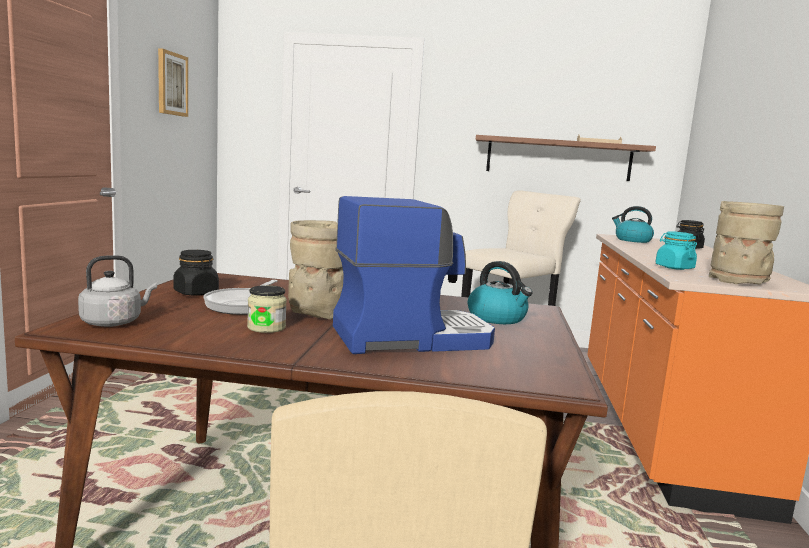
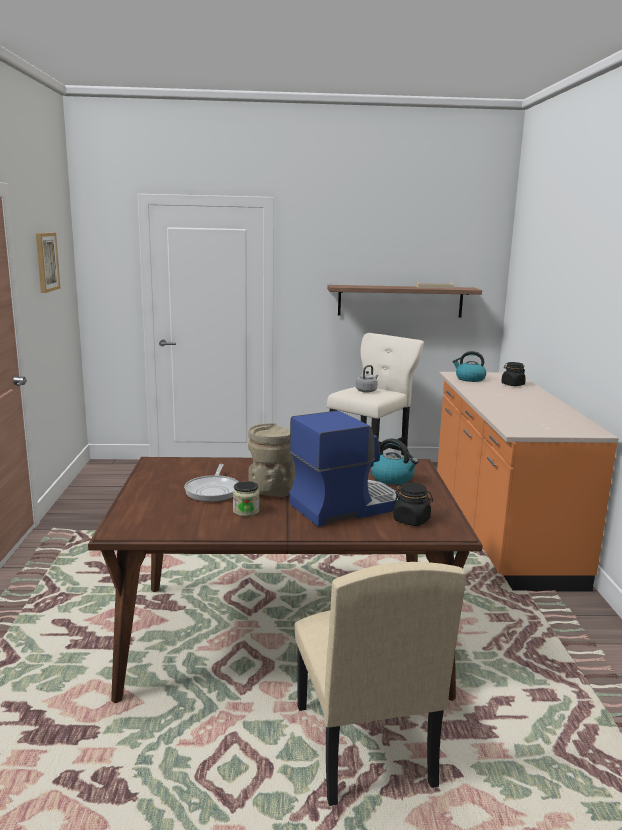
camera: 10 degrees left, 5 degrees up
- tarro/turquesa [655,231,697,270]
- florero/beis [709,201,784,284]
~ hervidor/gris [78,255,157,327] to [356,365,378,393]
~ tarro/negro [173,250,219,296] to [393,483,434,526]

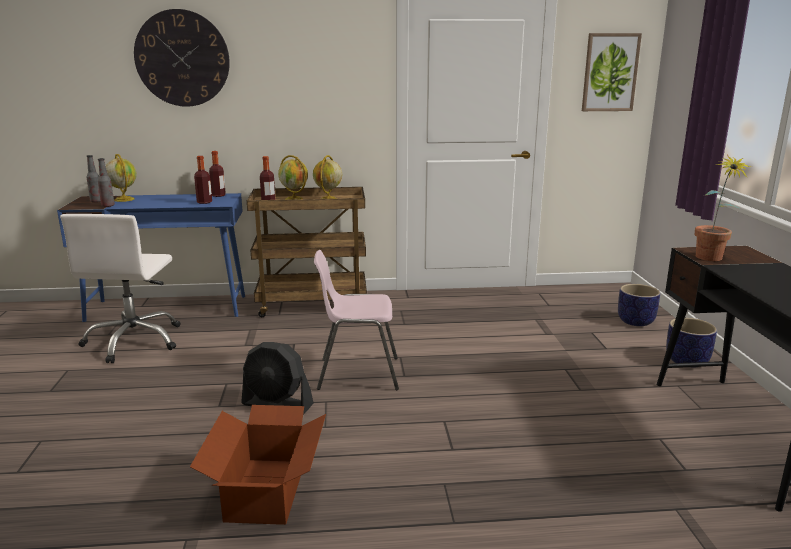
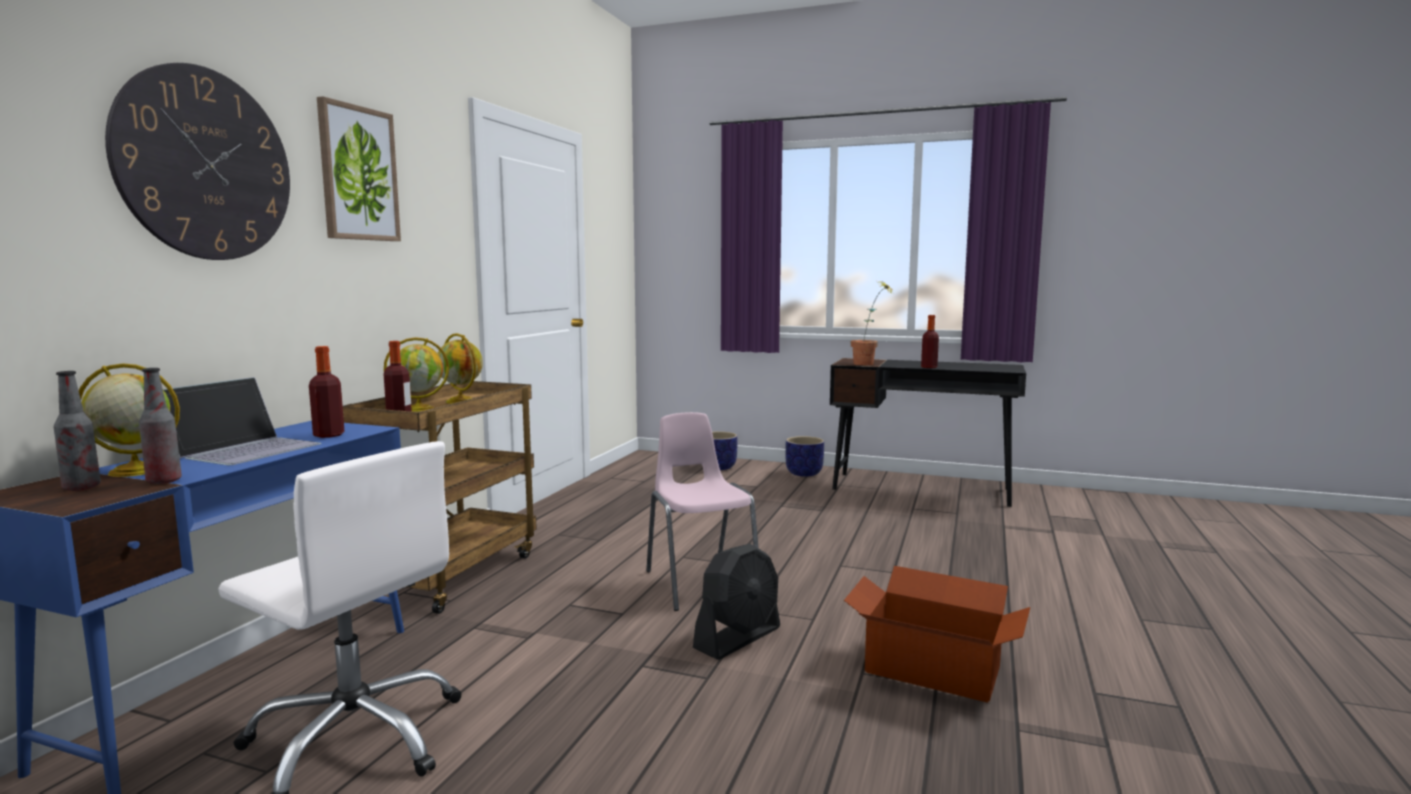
camera: 65 degrees left, 10 degrees down
+ portátil [163,377,322,465]
~ botella [209,151,226,197] to [921,315,939,368]
~ cuadro [582,33,642,111] to [317,96,401,241]
~ silla/rosa [314,250,399,390] = [646,412,759,611] 135 degrees clockwise

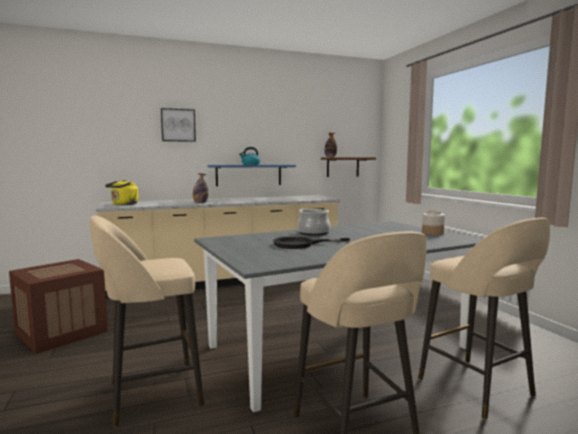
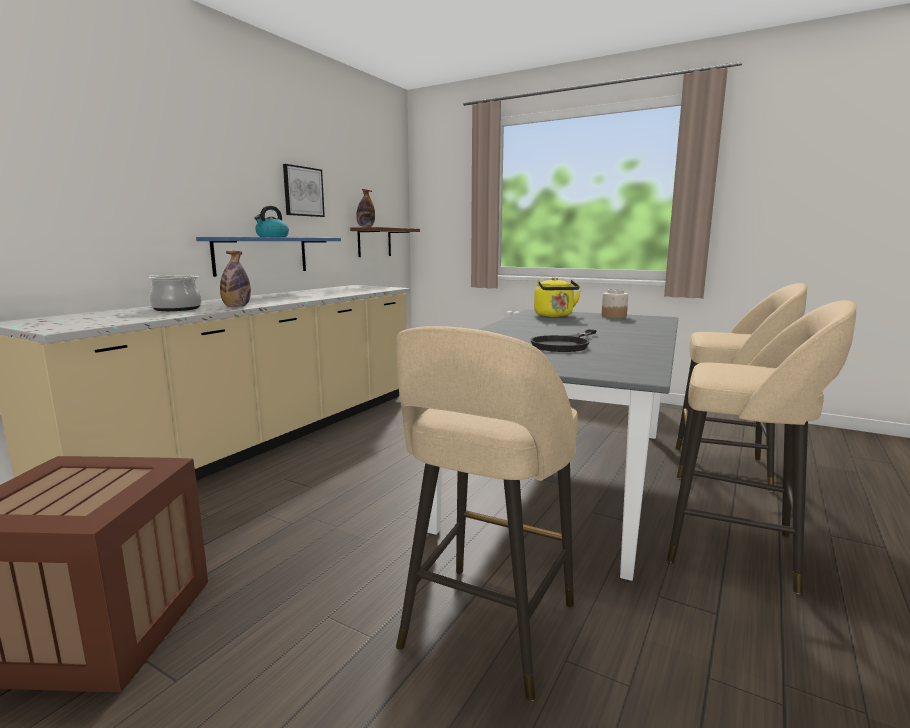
camera: 40 degrees left, 5 degrees up
~ hervidor/amarillo [105,180,139,205] to [534,277,581,317]
~ cuadro [161,108,196,142] to [283,164,325,217]
~ olla [297,208,330,236] to [147,275,202,311]

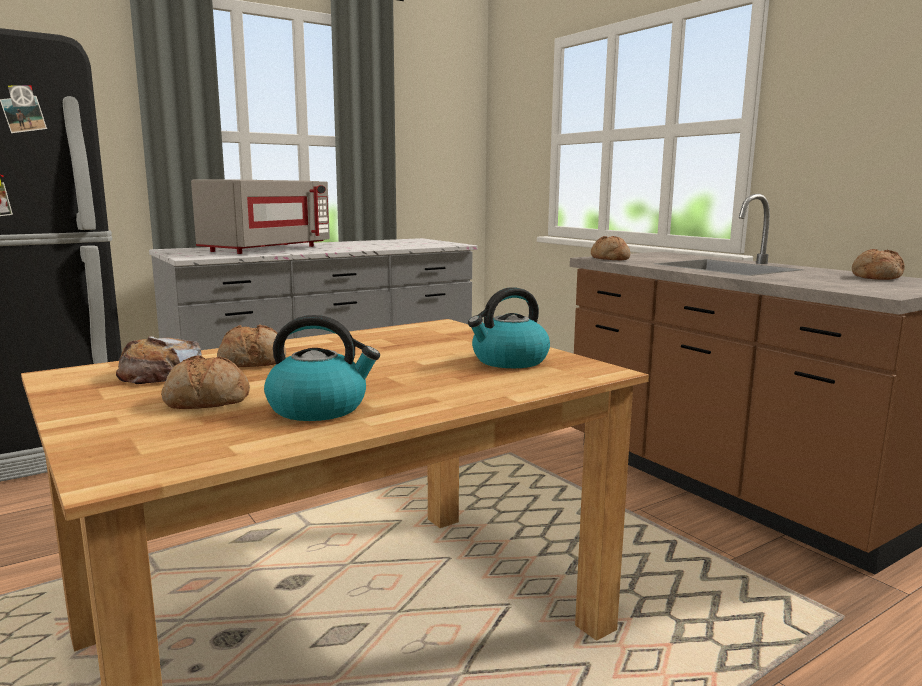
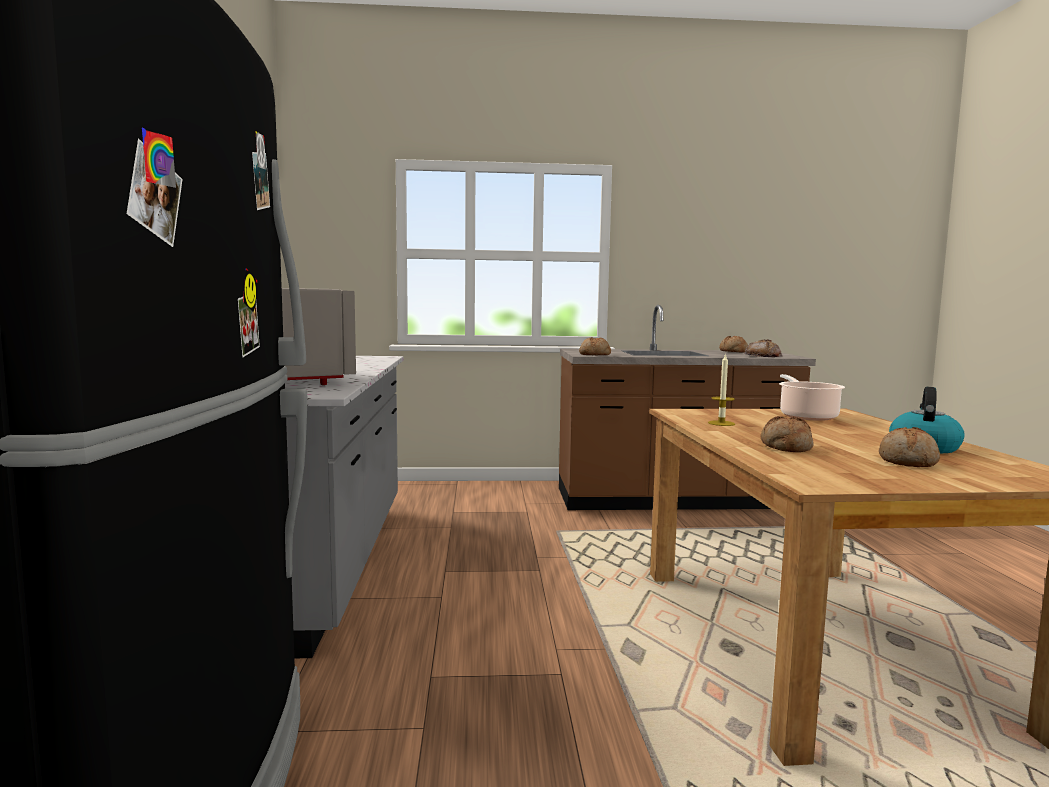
camera: 60 degrees left, 5 degrees down
+ vela [708,353,735,426]
~ pan [116,336,202,384] to [744,339,783,357]
~ hervidor [468,287,550,368] to olla [779,374,845,421]

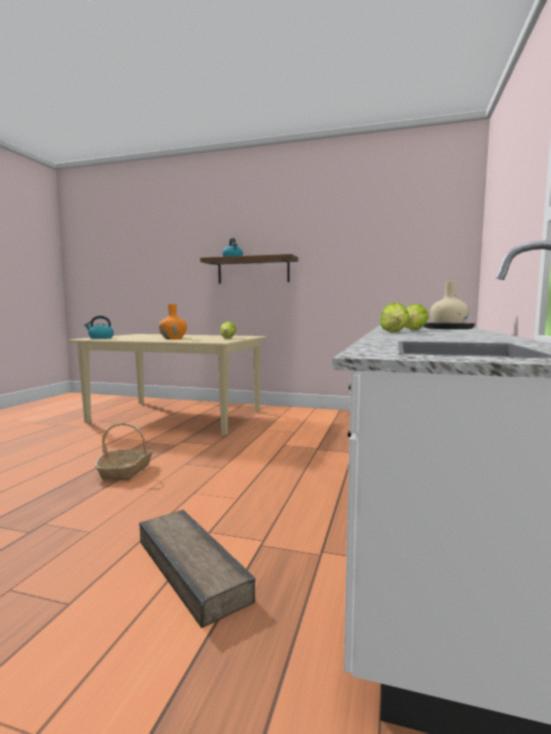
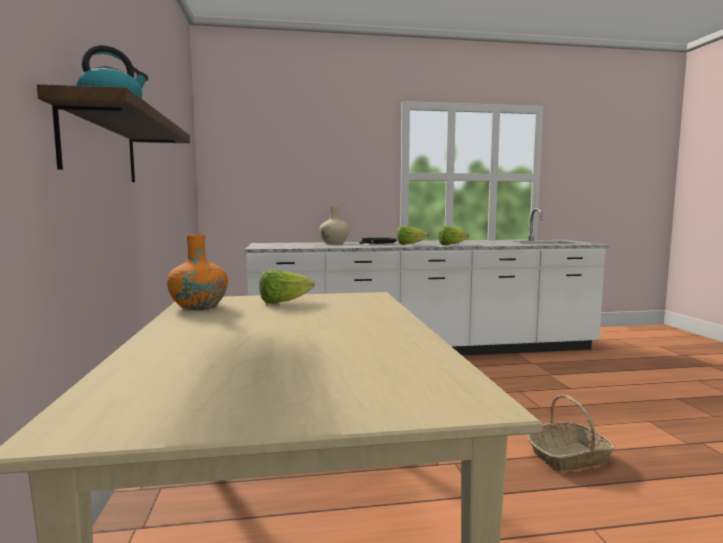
camera: 115 degrees left, 0 degrees up
- hervidor [84,316,114,339]
- caja de embalaje [139,510,255,628]
~ florero/naranja [159,304,187,339] to [167,234,228,310]

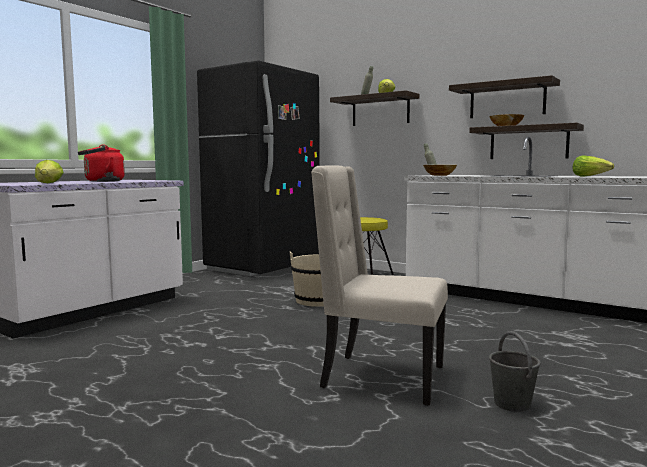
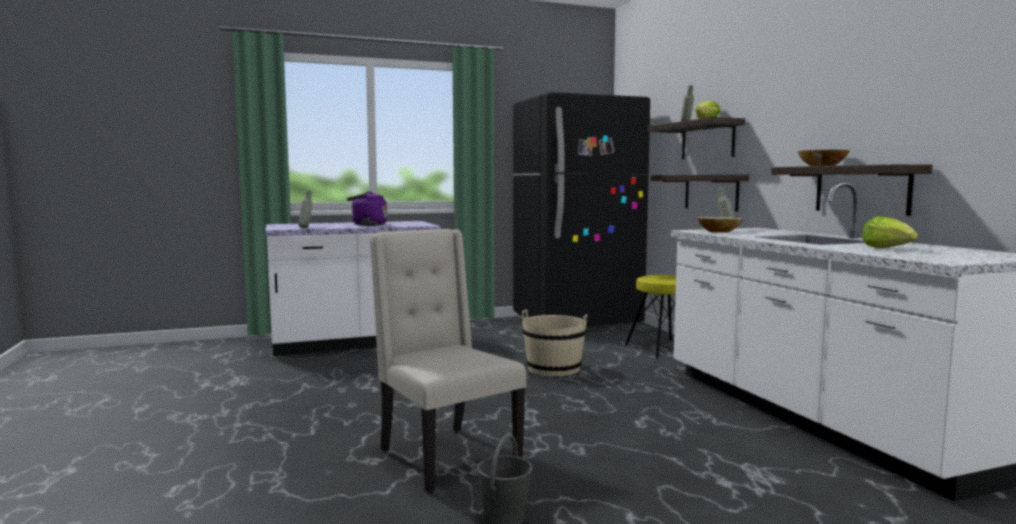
camera: 35 degrees right, 0 degrees up
~ estante [449,75,560,118] to [651,174,749,212]
~ lechuga [35,160,64,183] to botella/gris [298,190,312,228]
~ hervidor/rojo [78,144,125,182] to hervidor/morado [347,191,387,226]

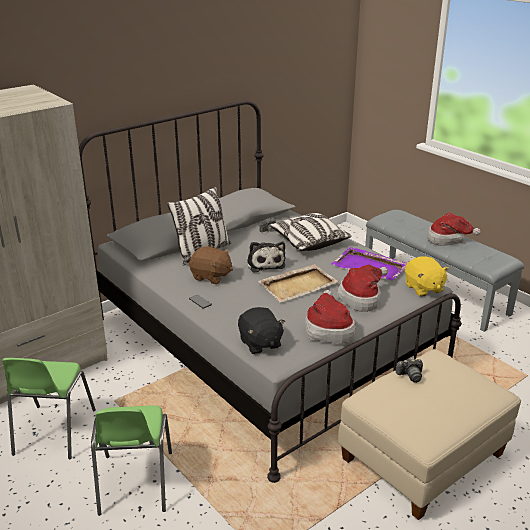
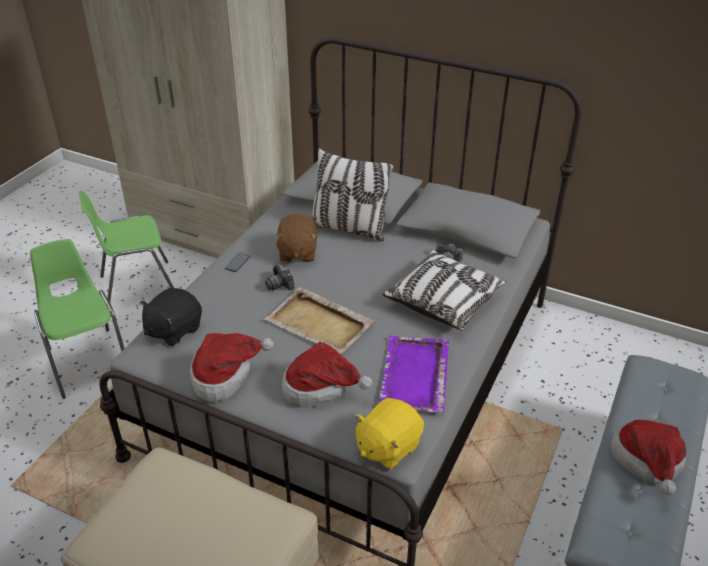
camera: 65 degrees right, 10 degrees up
- peluche [247,241,285,272]
~ cámara [396,357,423,383] to [265,263,294,290]
~ silla/verde [91,405,172,516] = [30,239,125,398] 90 degrees clockwise

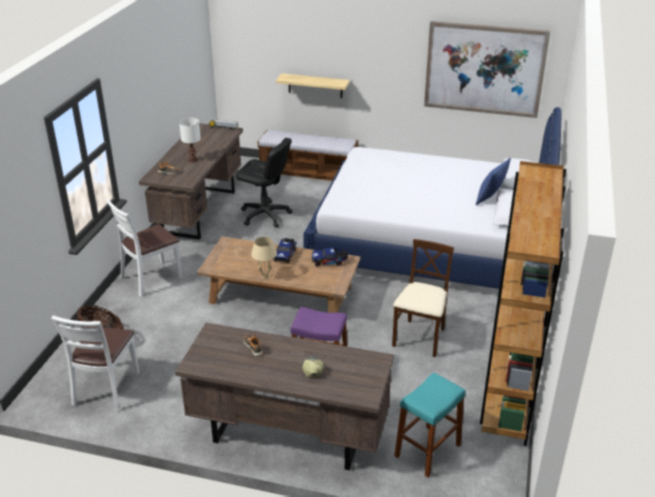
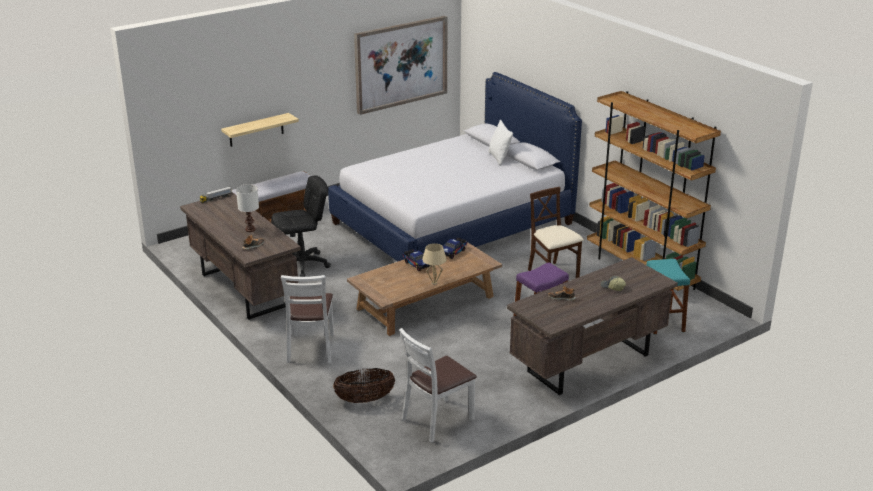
camera: 50 degrees left, 5 degrees down
~ cojín/azul [476,158,511,205] to cojín/blanco [488,120,513,166]
~ silla/blanco [51,315,139,412] = [399,328,477,443] 90 degrees clockwise

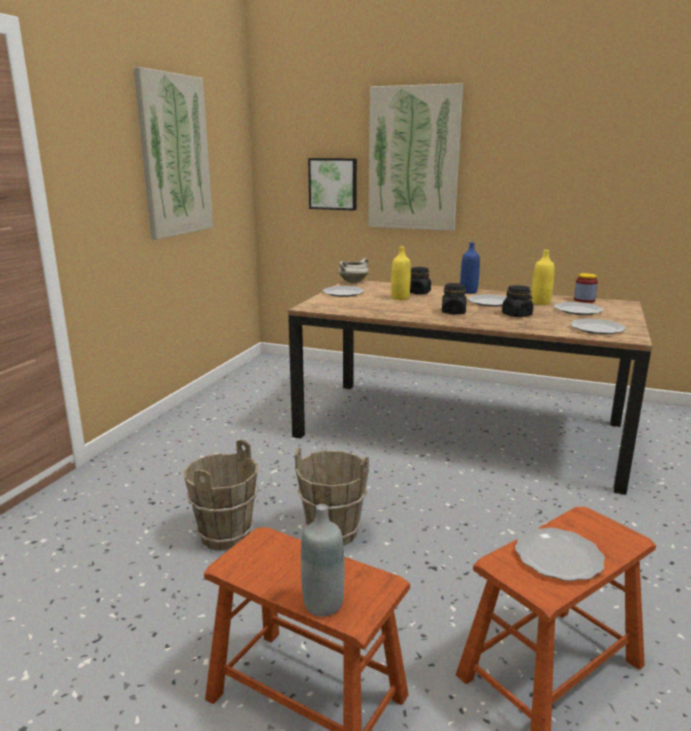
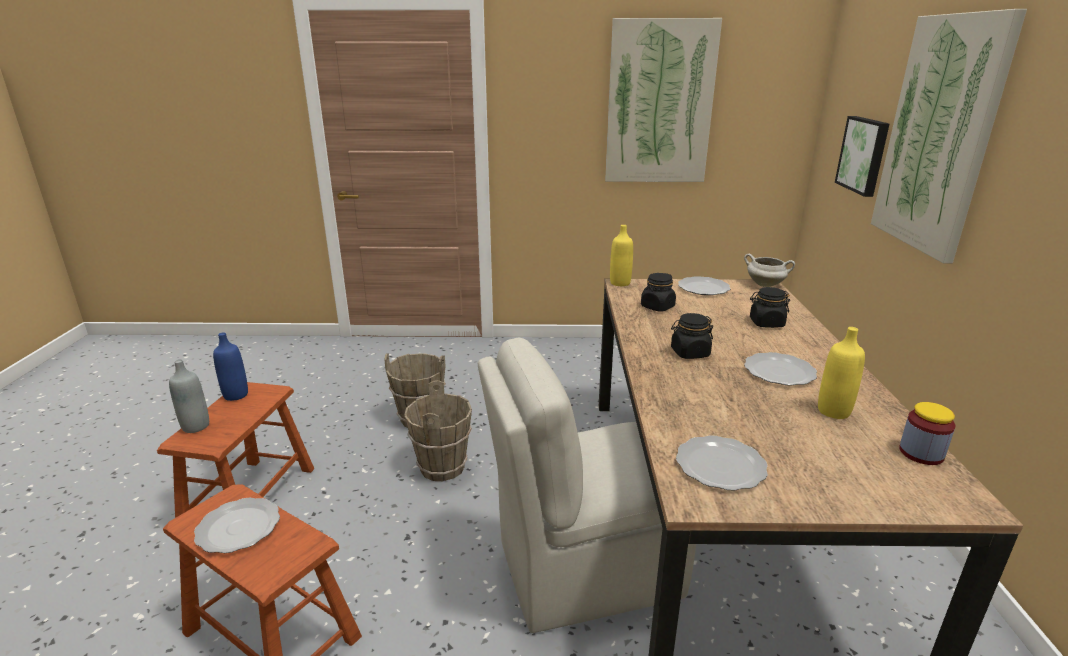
camera: 70 degrees right, 5 degrees up
- plato [554,302,604,315]
+ silla/beis [478,337,696,633]
~ botella/amarillo [391,246,411,300] to [610,225,633,286]
~ botella/azul [460,242,480,294] to [213,332,248,401]
~ tarro/negro [502,285,533,317] to [641,273,676,312]

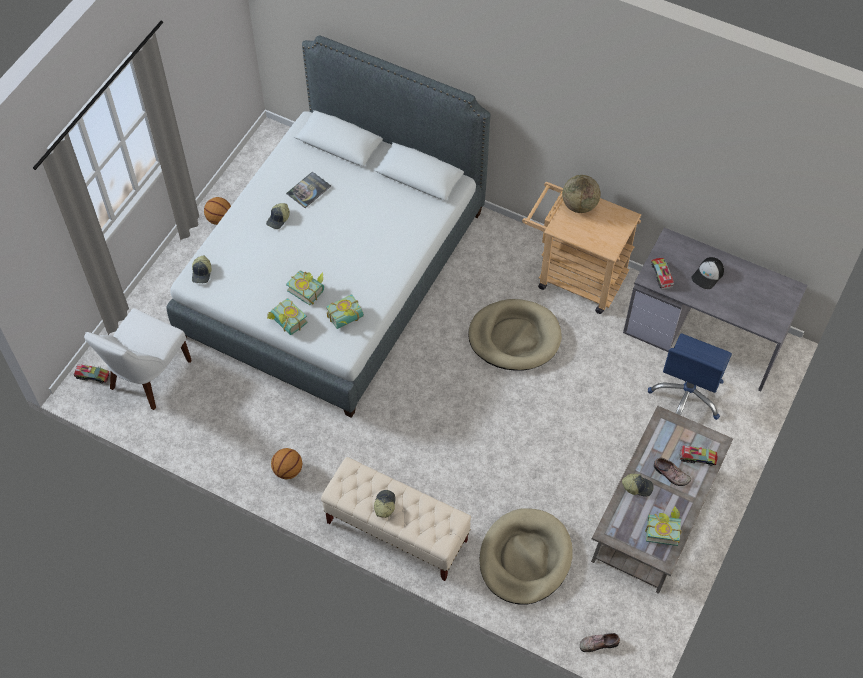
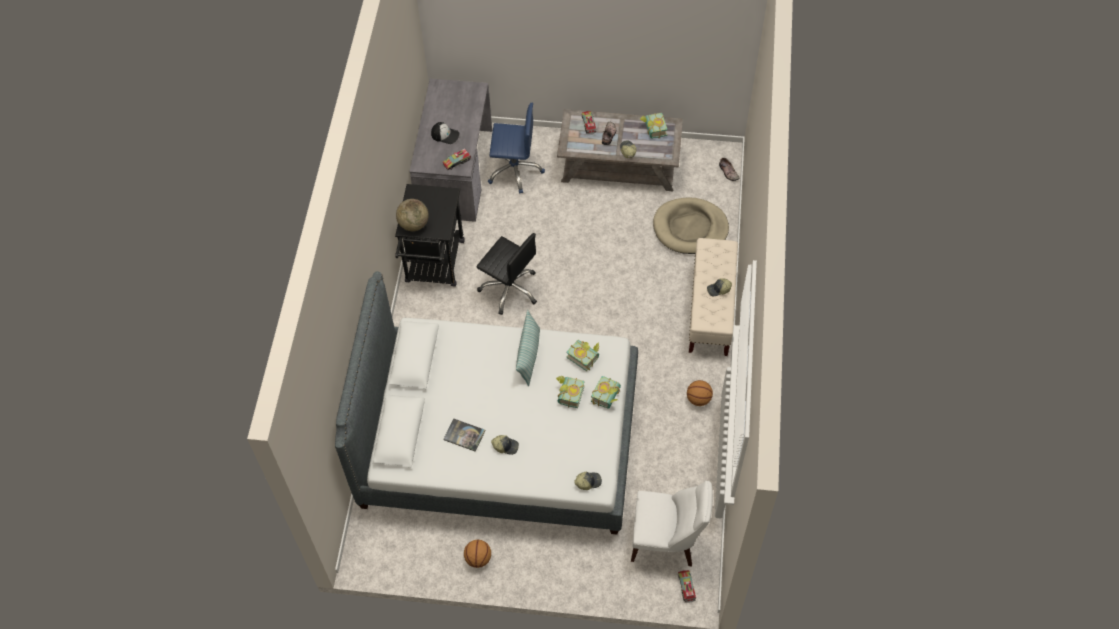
camera: 110 degrees left, 0 degrees up
+ cojín [516,310,540,386]
~ cama para perro/beis [468,299,562,371] to silla de oficina/negro [476,233,537,315]
~ carrito/beis [522,182,641,314] to carrito/negro [395,184,465,287]

